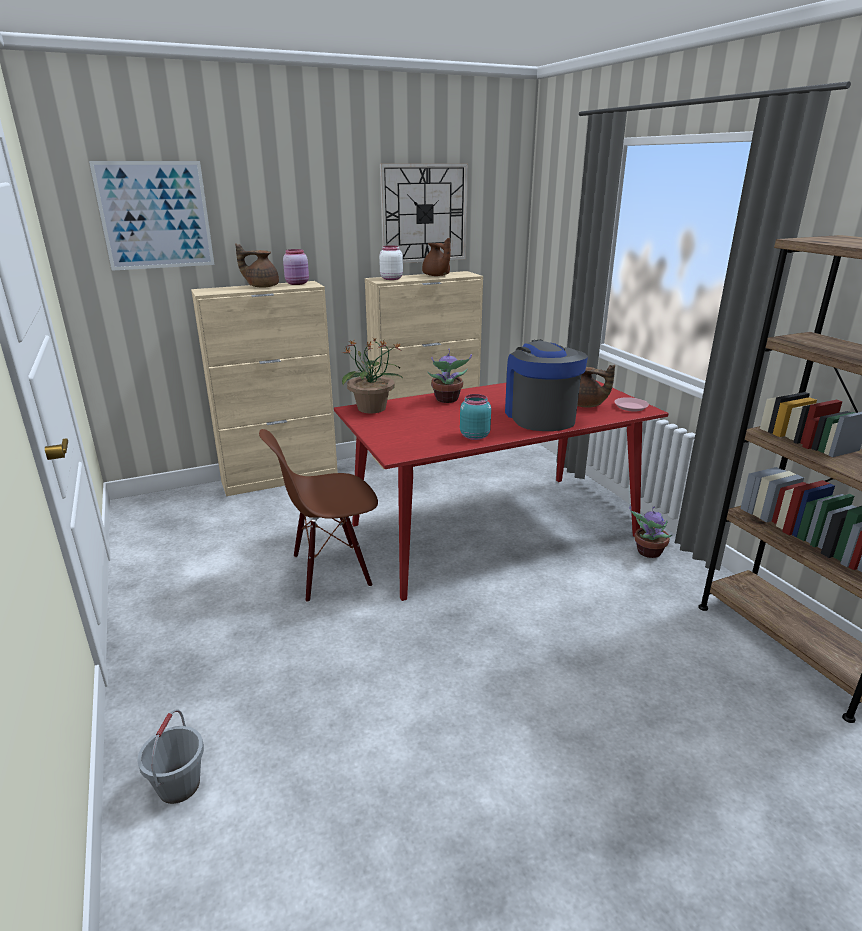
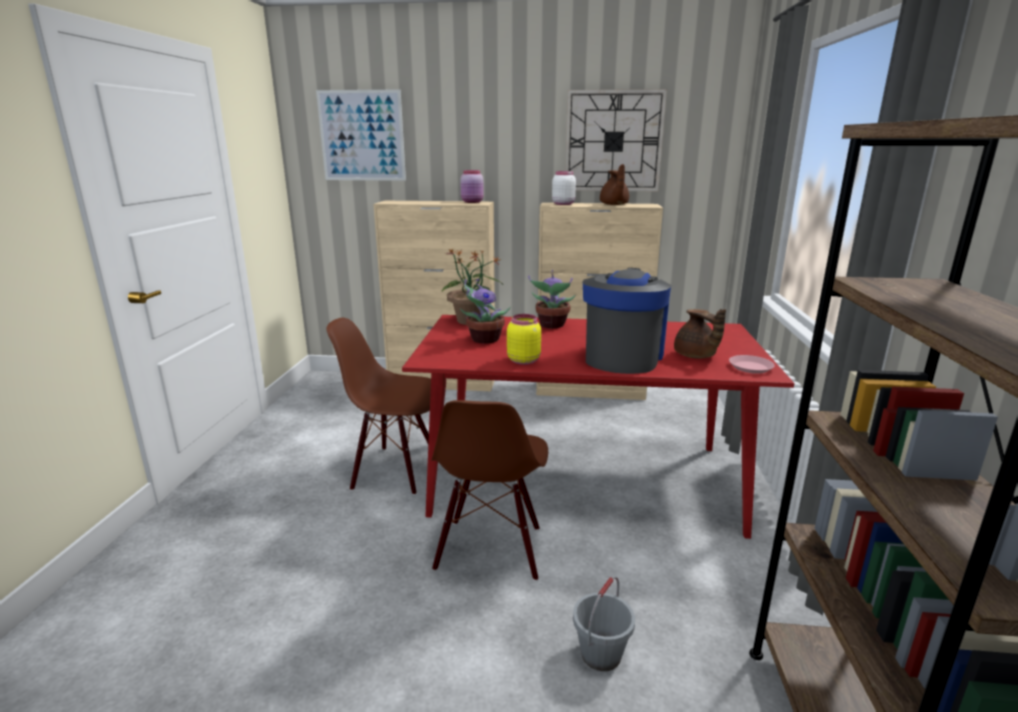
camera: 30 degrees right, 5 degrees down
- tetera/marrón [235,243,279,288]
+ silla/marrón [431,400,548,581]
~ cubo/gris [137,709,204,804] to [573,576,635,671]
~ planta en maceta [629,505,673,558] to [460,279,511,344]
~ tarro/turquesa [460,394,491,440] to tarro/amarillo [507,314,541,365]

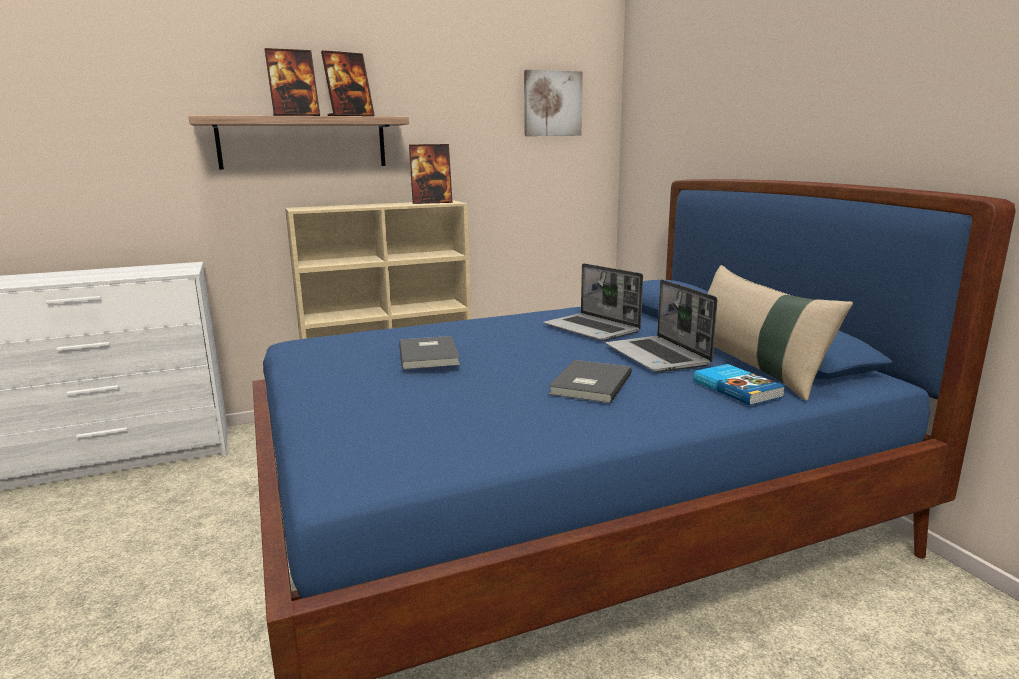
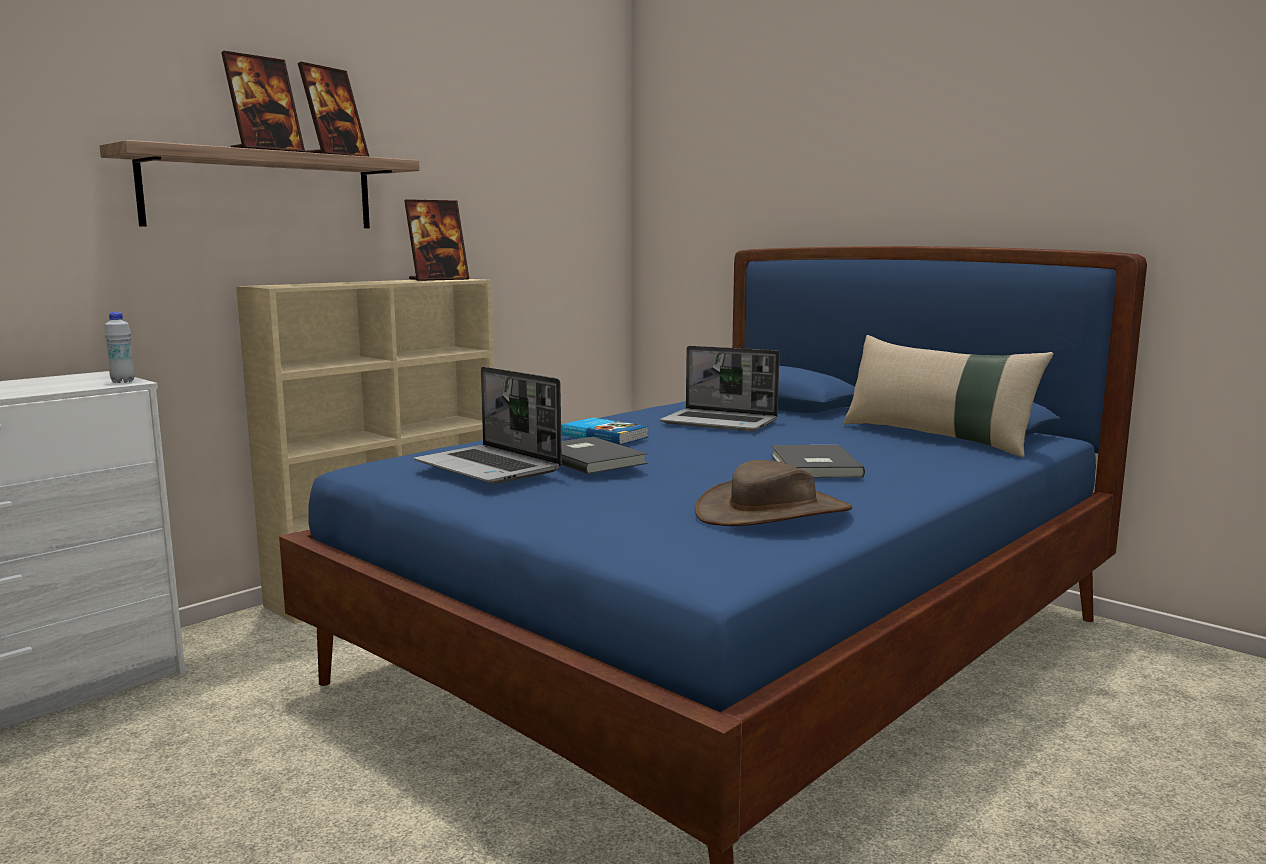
camera: 25 degrees left, 5 degrees down
- cuadro [524,70,583,136]
+ botella/blanco [104,312,135,383]
+ sombrero/marrón [695,460,853,526]
~ portátil [605,279,718,372] to [414,367,562,484]
~ libro [693,364,785,406] to [562,418,649,445]

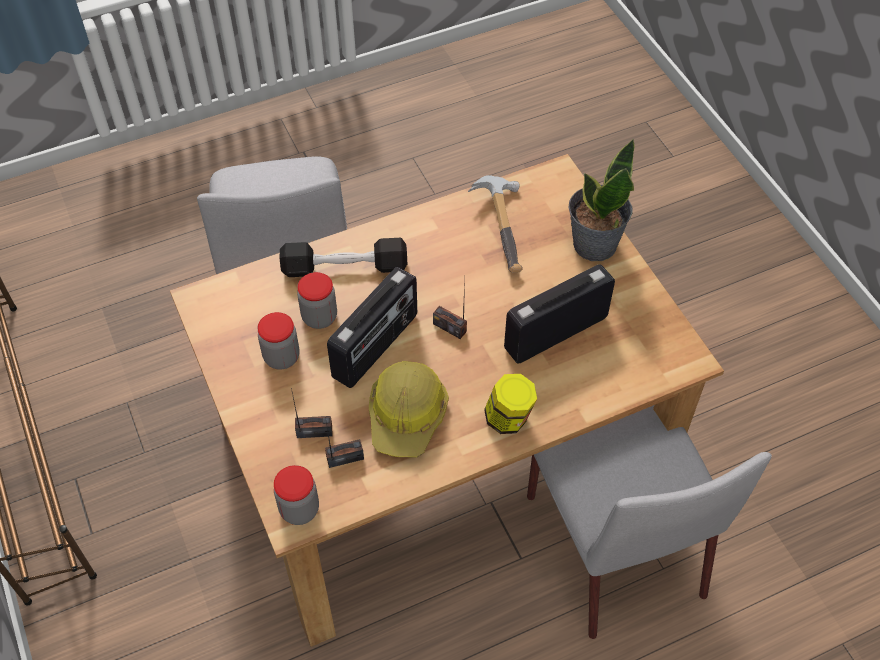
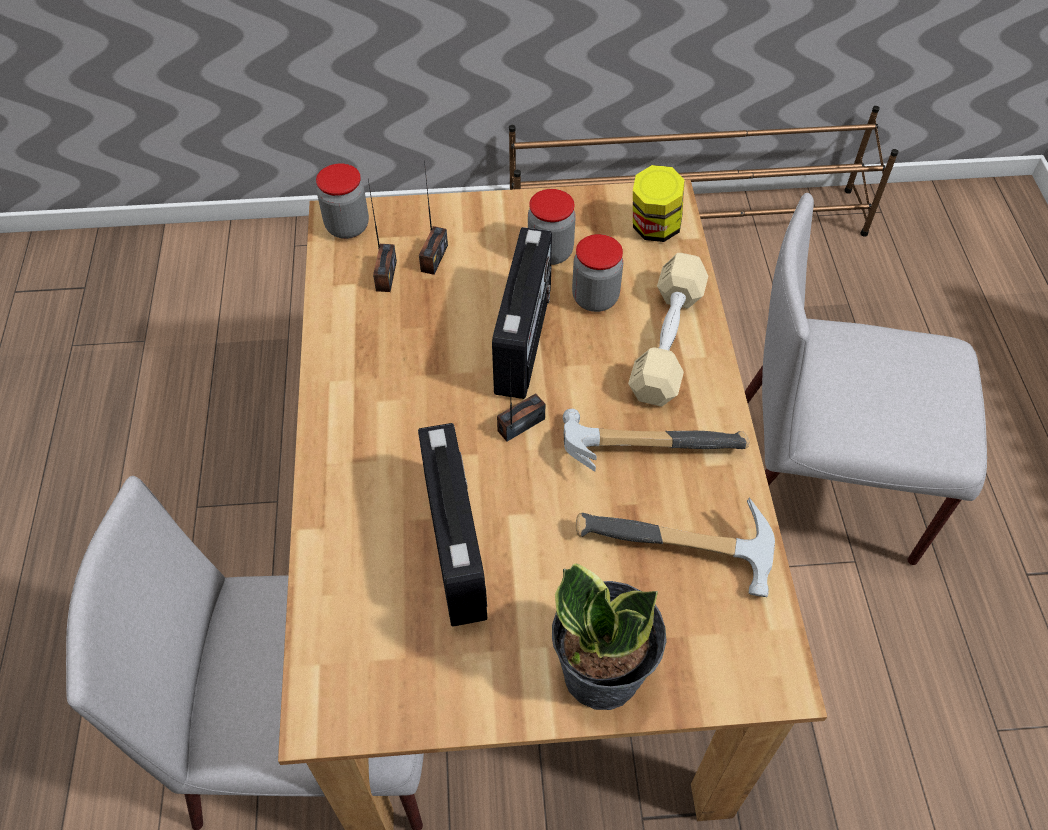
camera: 110 degrees right, 0 degrees up
- casco [369,361,449,457]
+ martillo [563,409,749,472]
~ tarro [484,374,537,434] to [633,165,685,242]
~ mancuerna/negro [280,238,407,277] to mancuerna/beis [628,253,708,407]
~ radio [327,267,417,388] = [492,227,552,399] 135 degrees counterclockwise

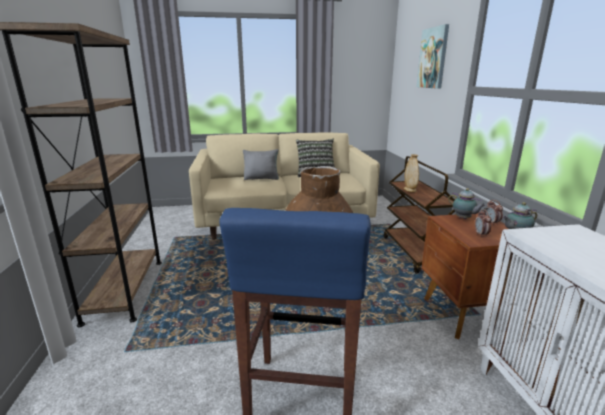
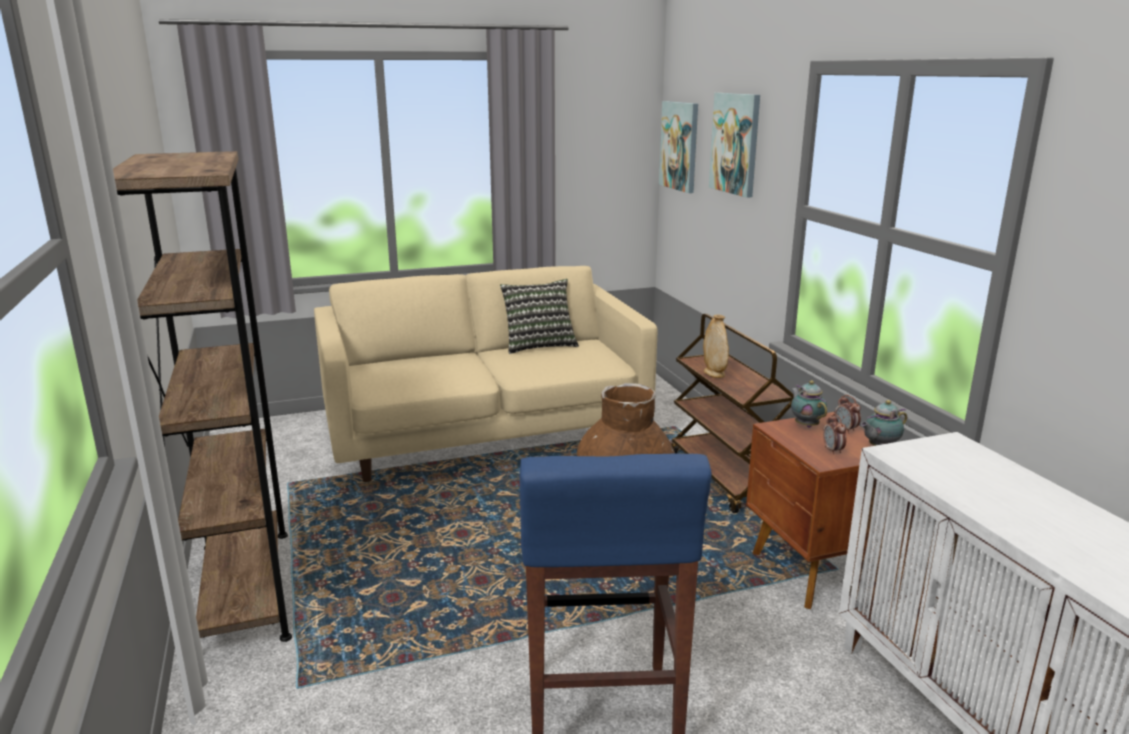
camera: 10 degrees left, 0 degrees up
- cojín/gris [243,149,279,180]
+ cuadro [659,101,698,193]
~ tetera [448,188,486,219] = [791,380,827,428] 150 degrees counterclockwise

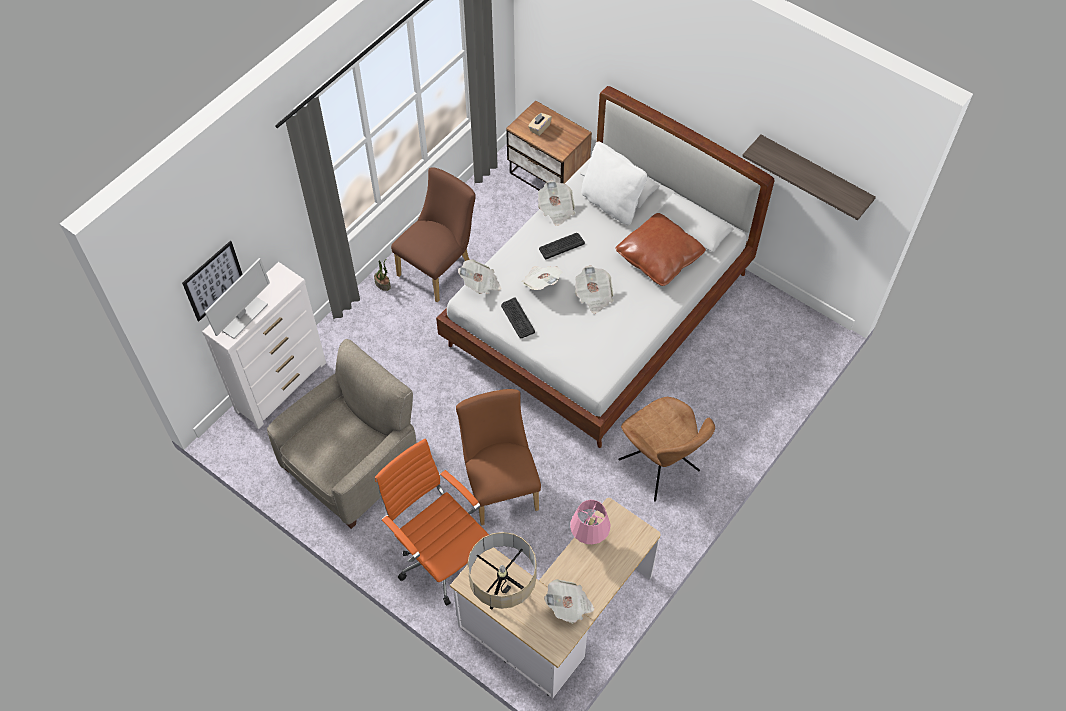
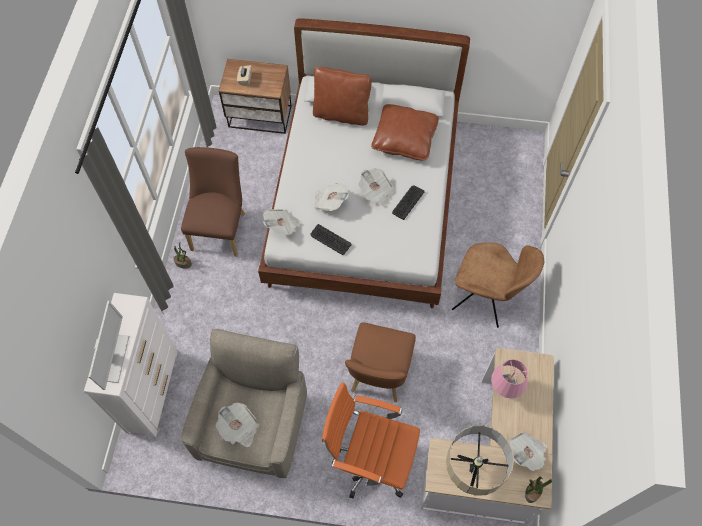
camera: 30 degrees left, 5 degrees up
- cuadro [182,241,242,321]
- estante [742,135,876,220]
+ planta en maceta [525,476,552,503]
~ periódico [538,180,575,226] to [216,403,259,447]
~ teclado [539,233,585,259] to [392,185,424,220]
~ cojín/blanco [581,142,647,225] to cojín/marrón [313,67,372,125]
~ silla/marrón [456,389,541,525] = [345,322,416,402] 120 degrees counterclockwise

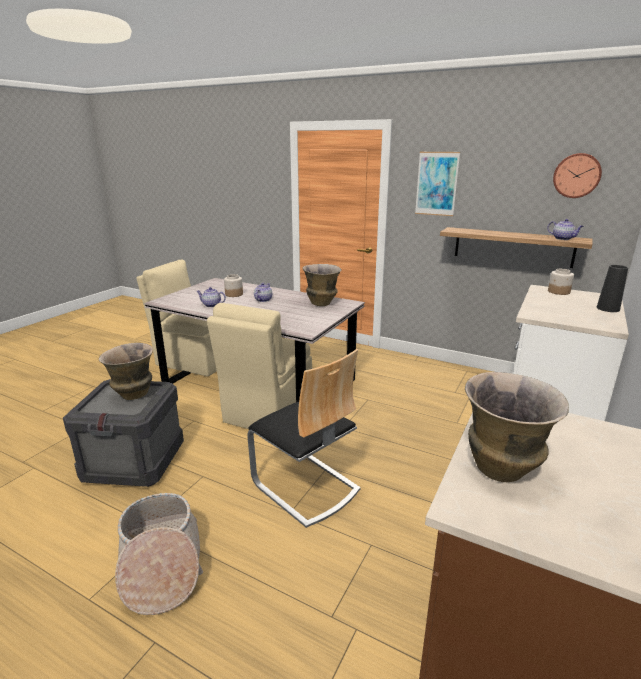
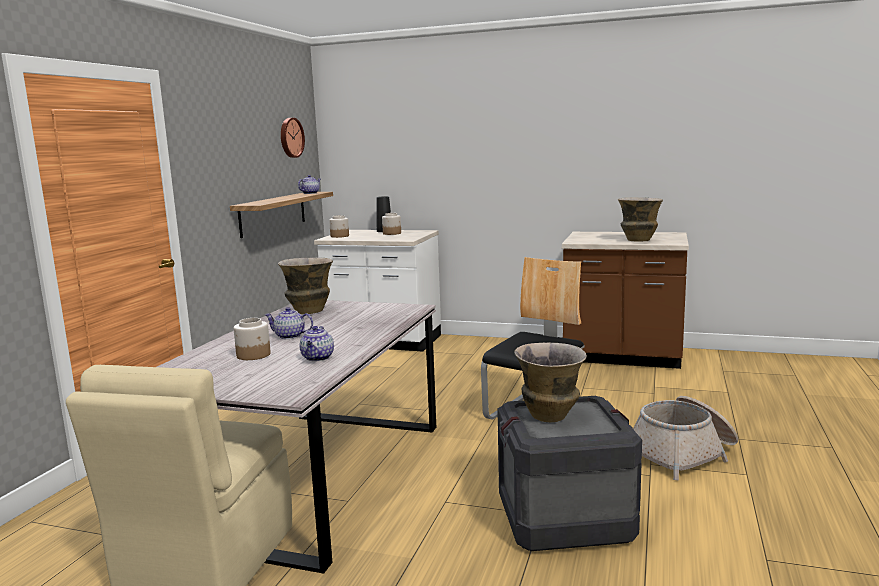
camera: 100 degrees left, 10 degrees down
- silla/beis [207,303,312,429]
- cuadro [415,152,460,216]
+ tarro [382,213,401,235]

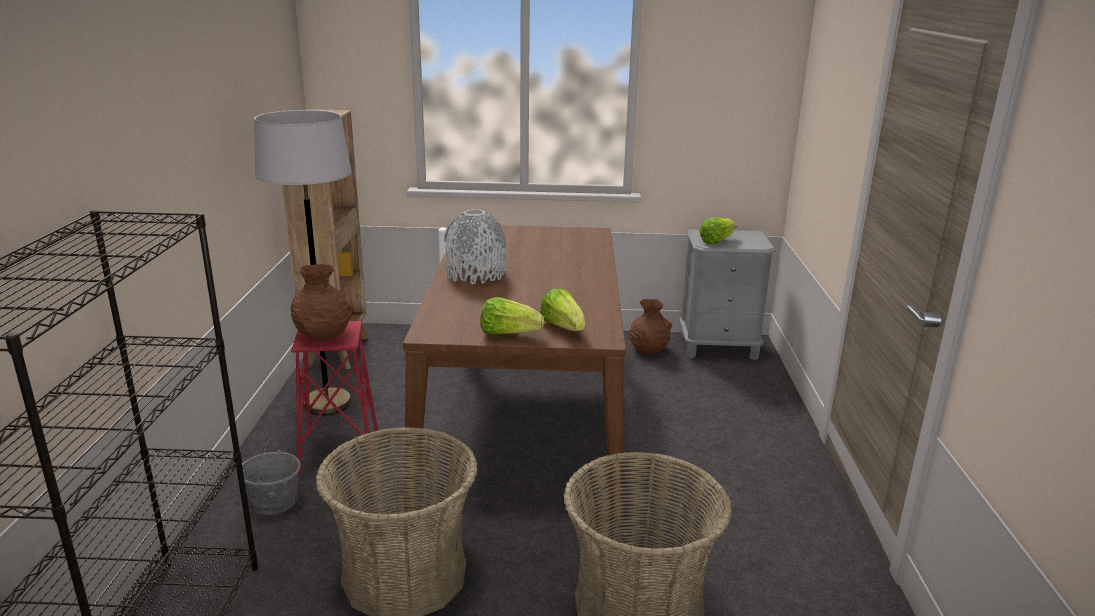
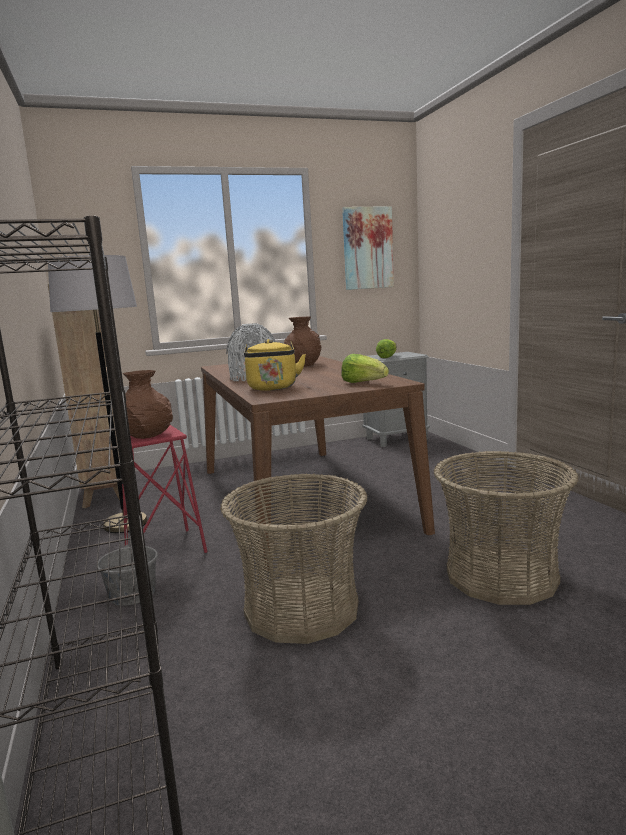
camera: 20 degrees left, 10 degrees down
- lechuga [480,297,544,335]
+ hervidor/amarillo [244,339,306,391]
+ cuadro [342,206,394,290]
~ florero/marrón [630,299,672,355] to [284,317,321,367]

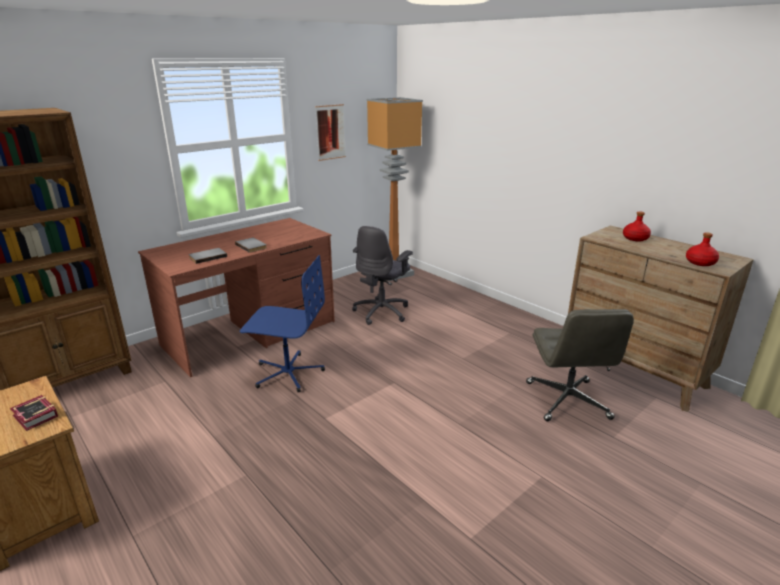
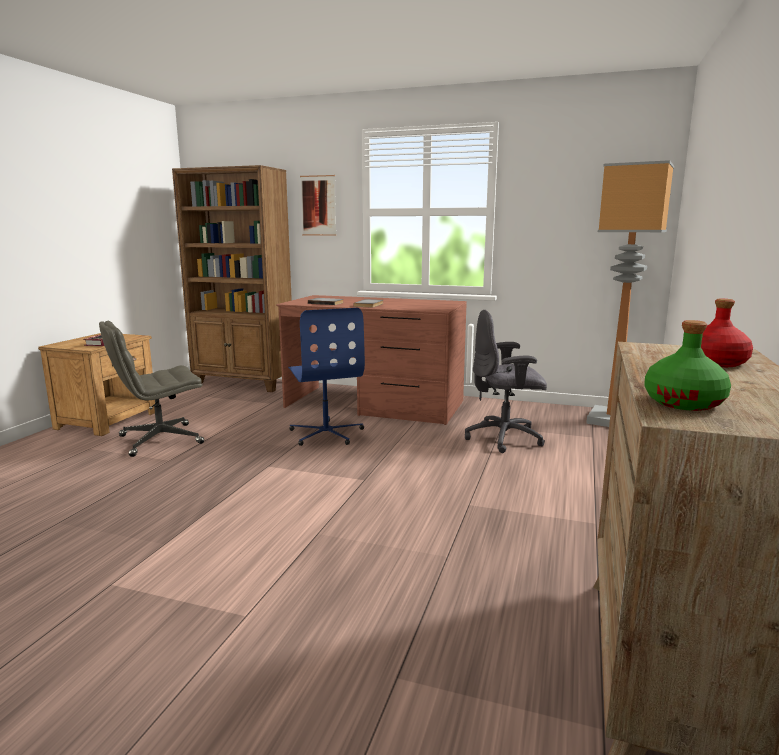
camera: 60 degrees right, 10 degrees down
~ cuadro [315,104,346,161] to [300,175,337,236]
~ silla de oficina/gris [526,309,634,421] to [99,321,204,457]
~ botella/rojo [686,232,719,266] to botella/verde [644,320,731,411]

